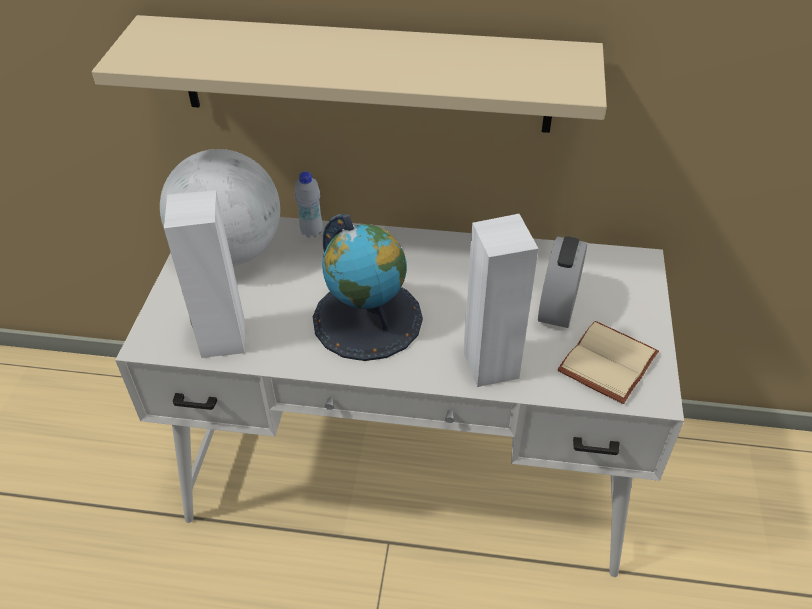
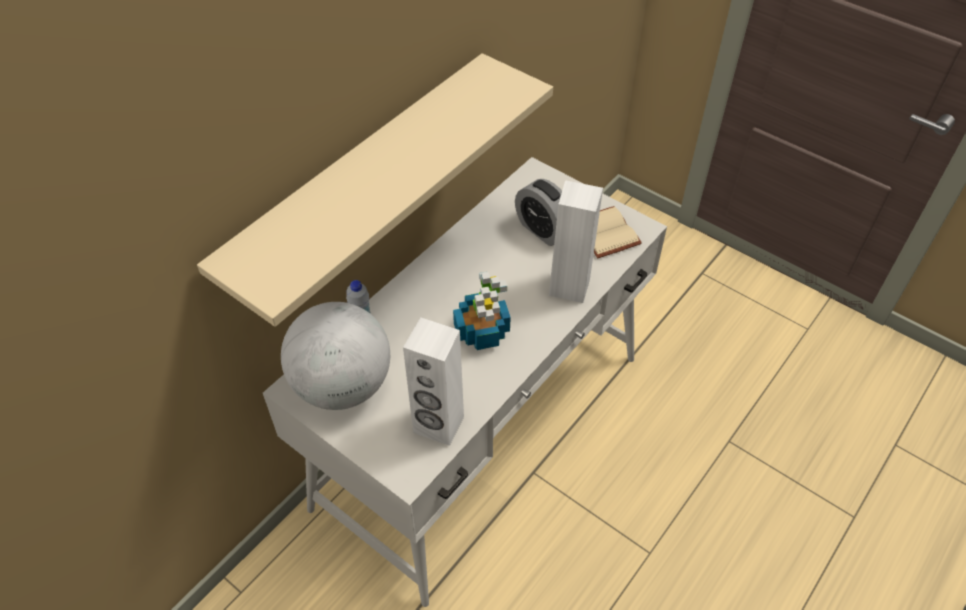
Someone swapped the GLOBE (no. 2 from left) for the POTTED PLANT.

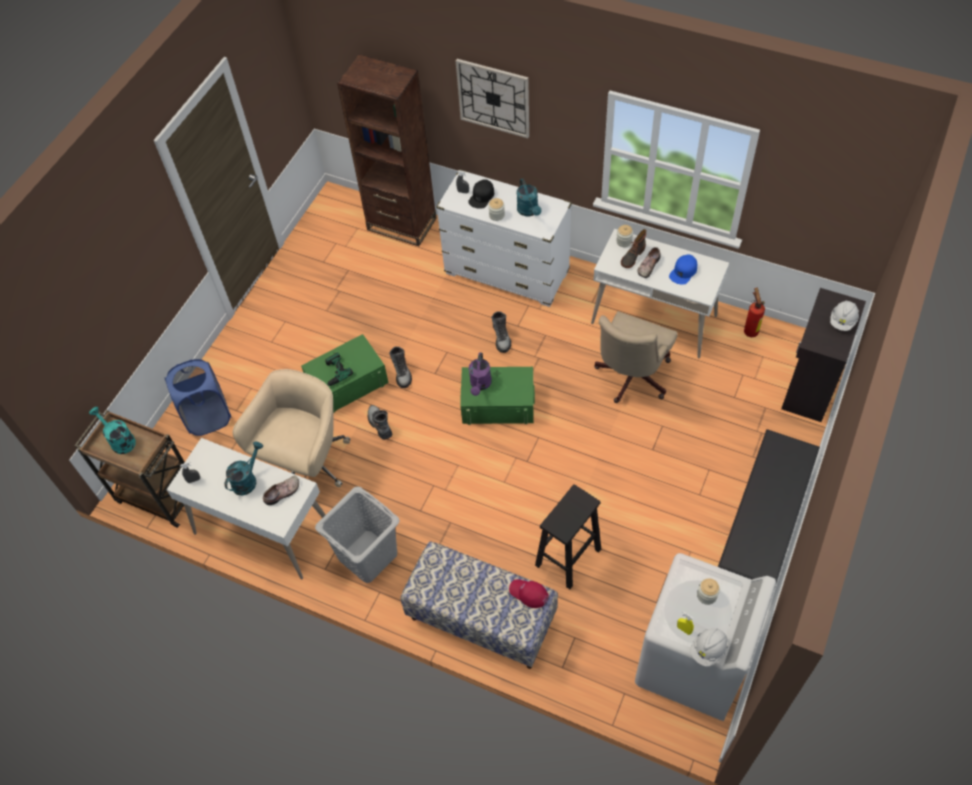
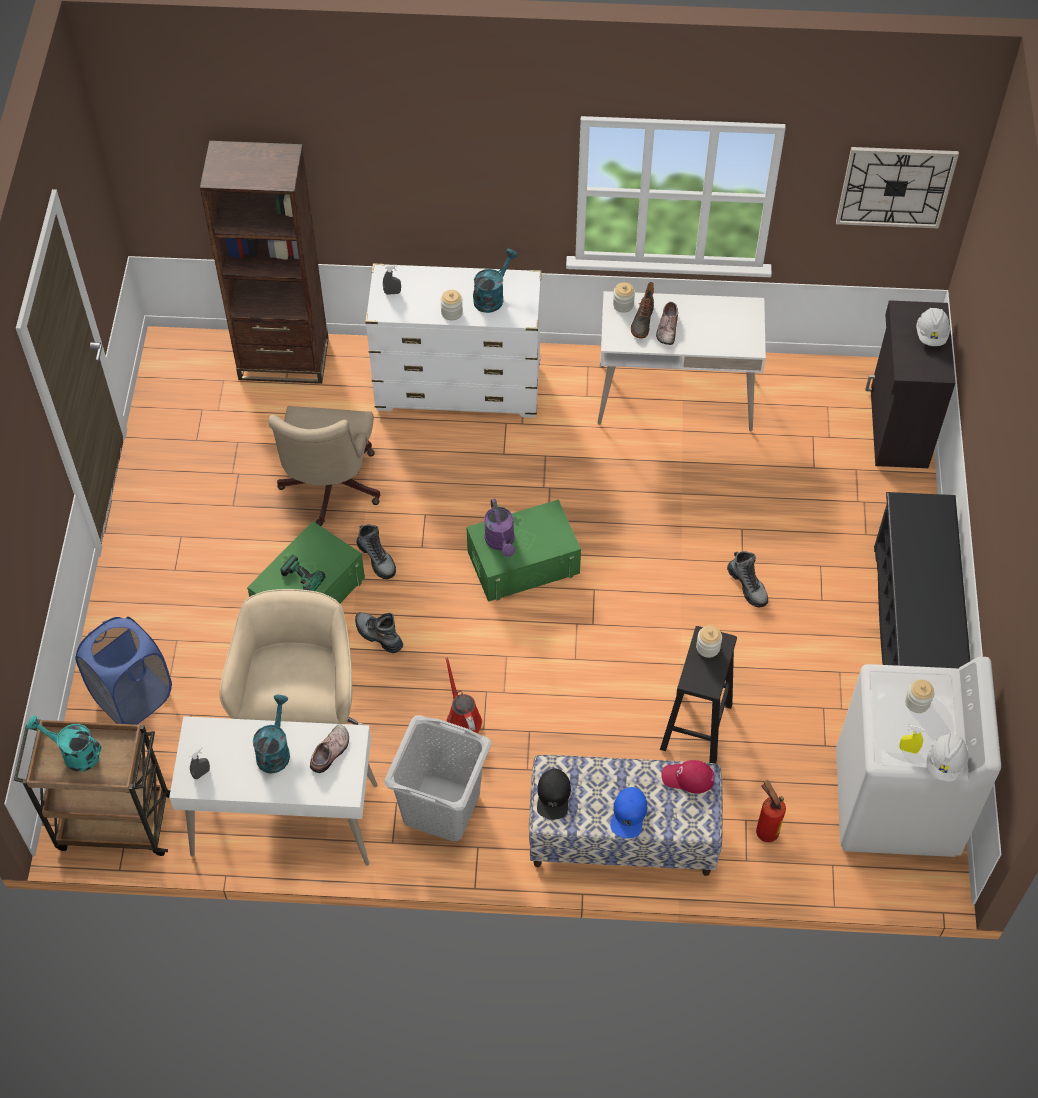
Someone carried the HANGING CLOCK. Someone carried the BLACKISH PEAKED CAP. Someone rotated the TURQUOISE-COLOURED WATERING CAN (no. 3 from left) by 105 degrees counterclockwise. Someone carried the BLUISH PEAKED CAP. Someone carried the FIRE-FIGHTING CYLINDER. Someone carried the BOOT (no. 3 from left in the first image). Someone carried the SAND-COLOURED OFFICE CHAIR (no. 2 from left). Someone put down the PRESERVE JAR (no. 3 from left). Someone put down the RED WATERING CAN.

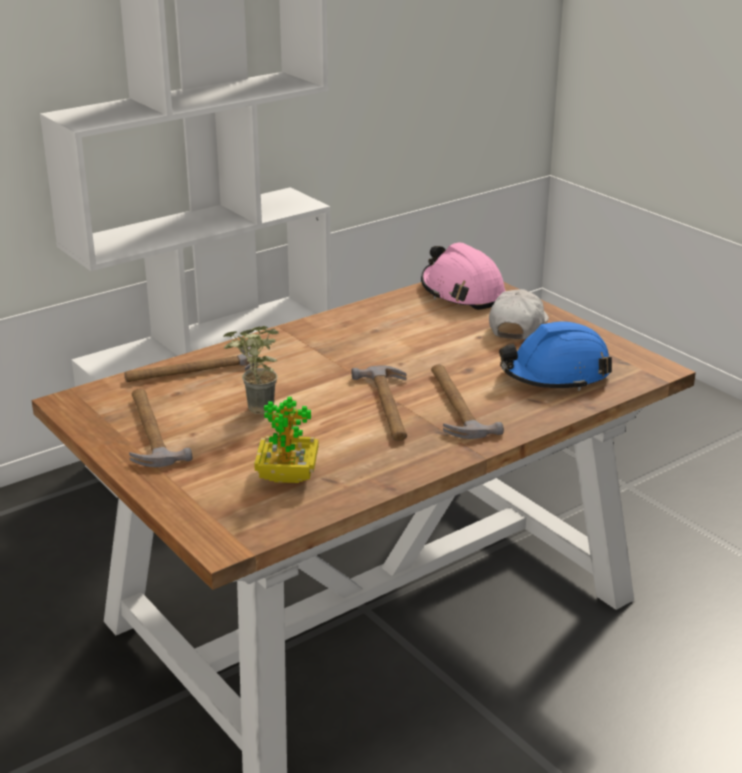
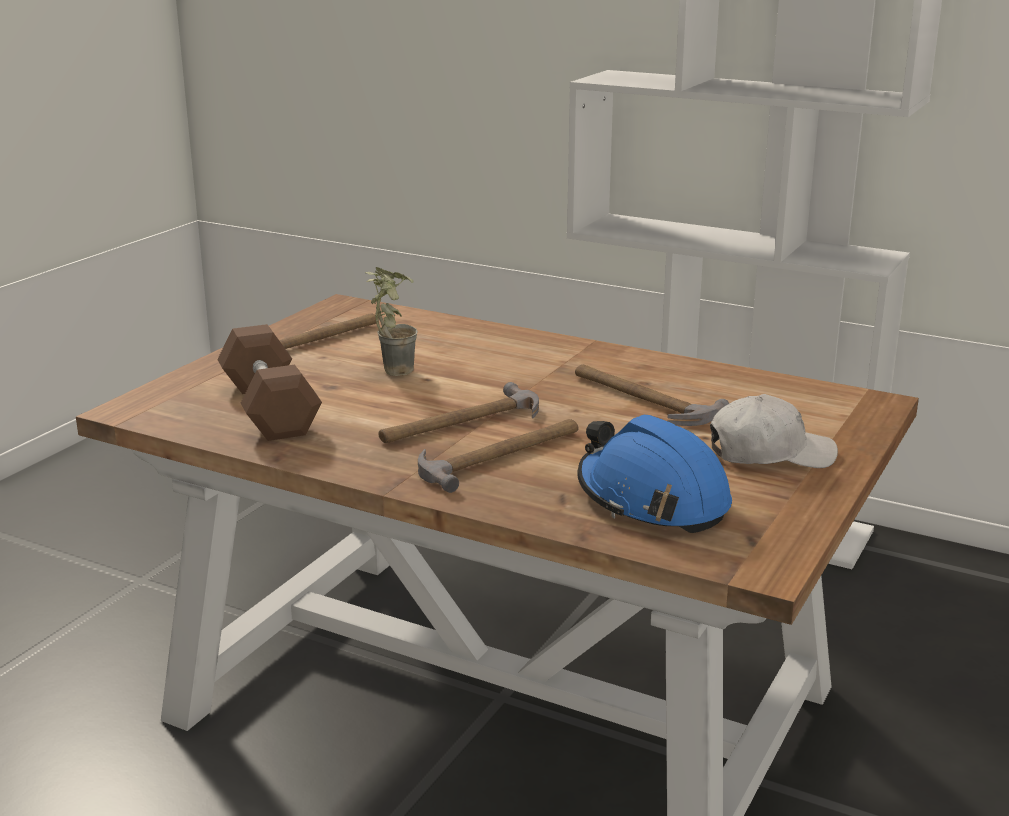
Someone took away the PINK-COLOURED HARD HAT. Someone carried the HAND HAMMER (no. 2 from left in the first image). Someone swapped the POTTED PLANT (no. 2 from left) for the BROWN HAND WEIGHT.

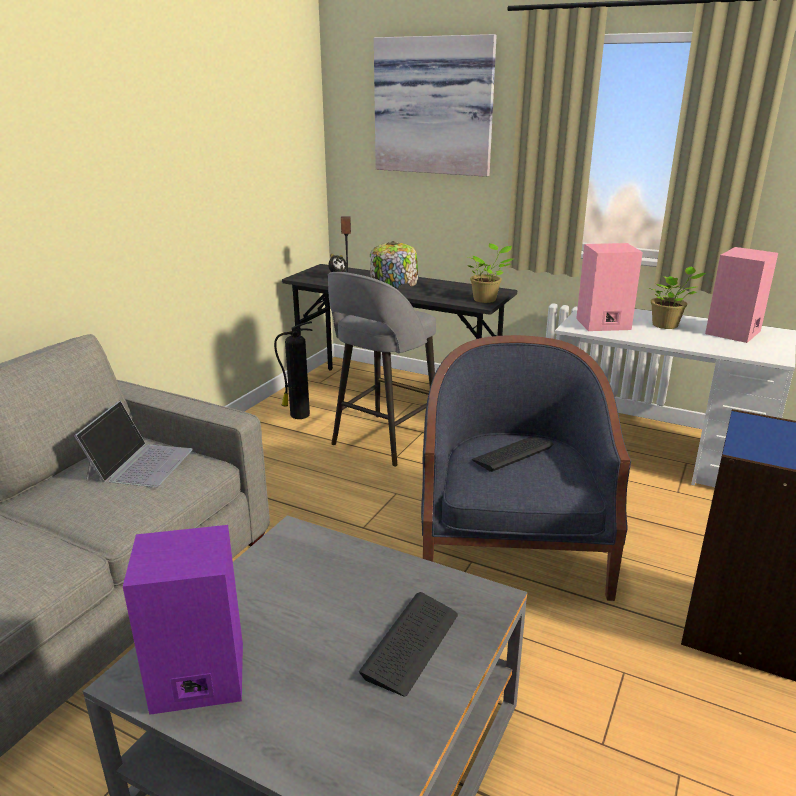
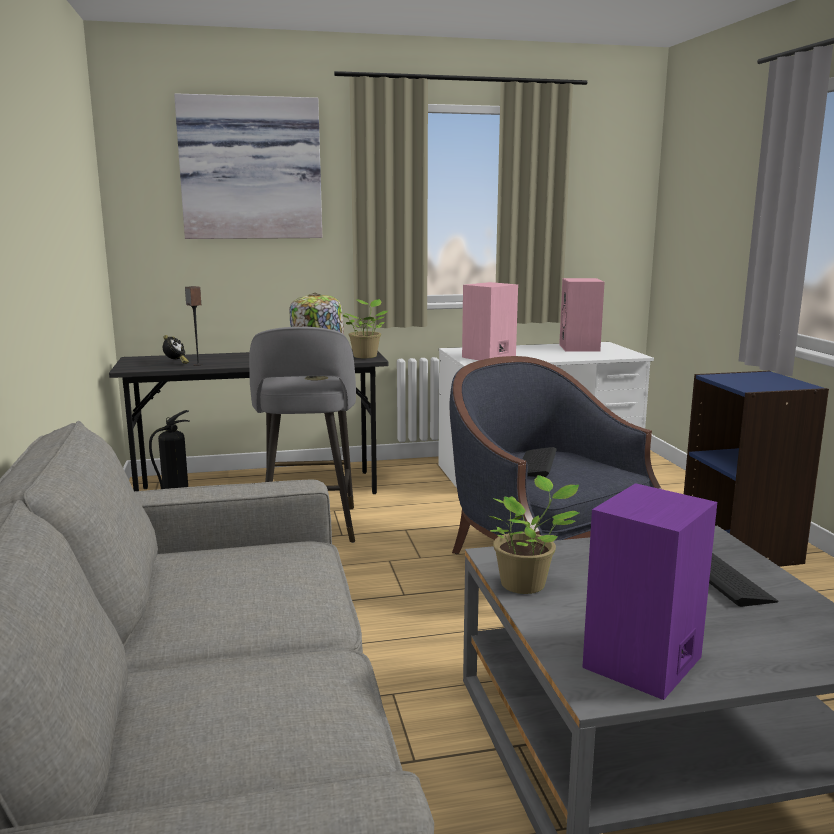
Someone carried the POTTED PLANT (no. 2 from left). Someone took away the LAPTOP.

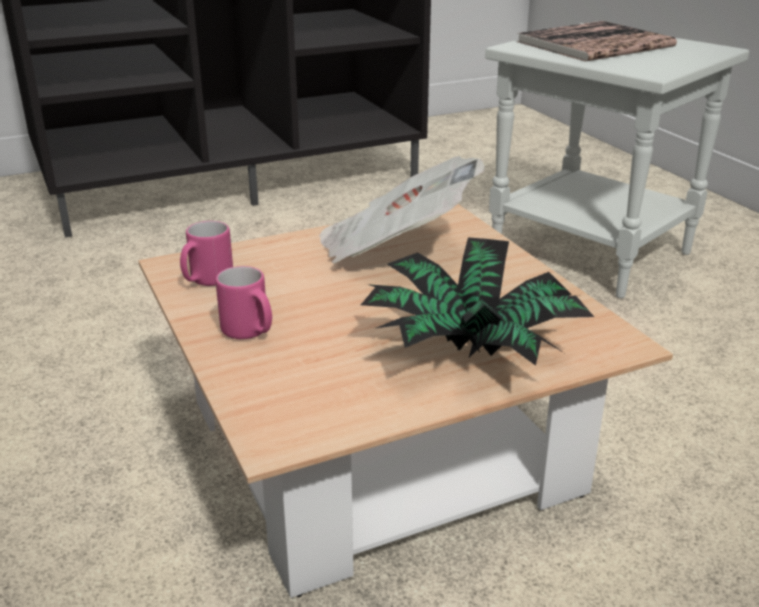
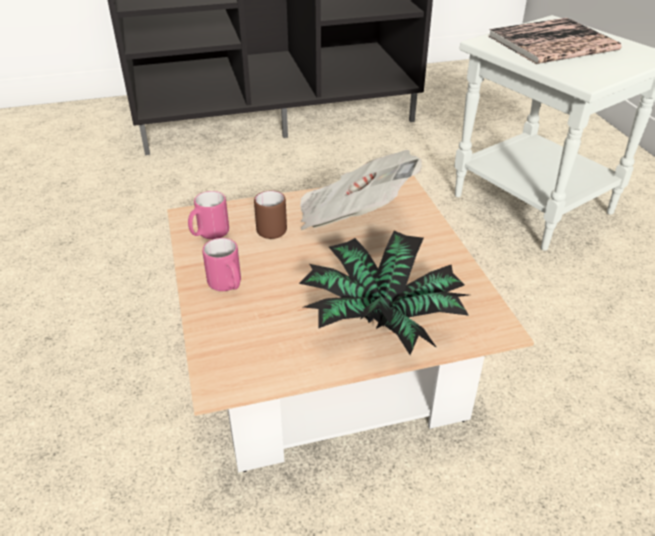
Someone put down the BROWN MUG.

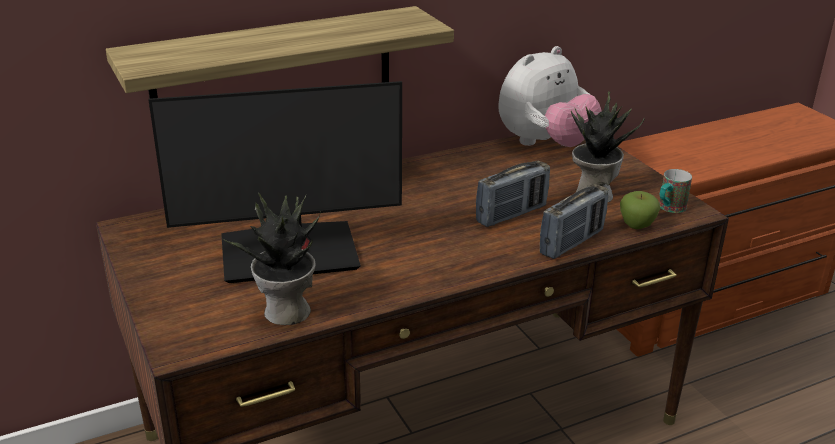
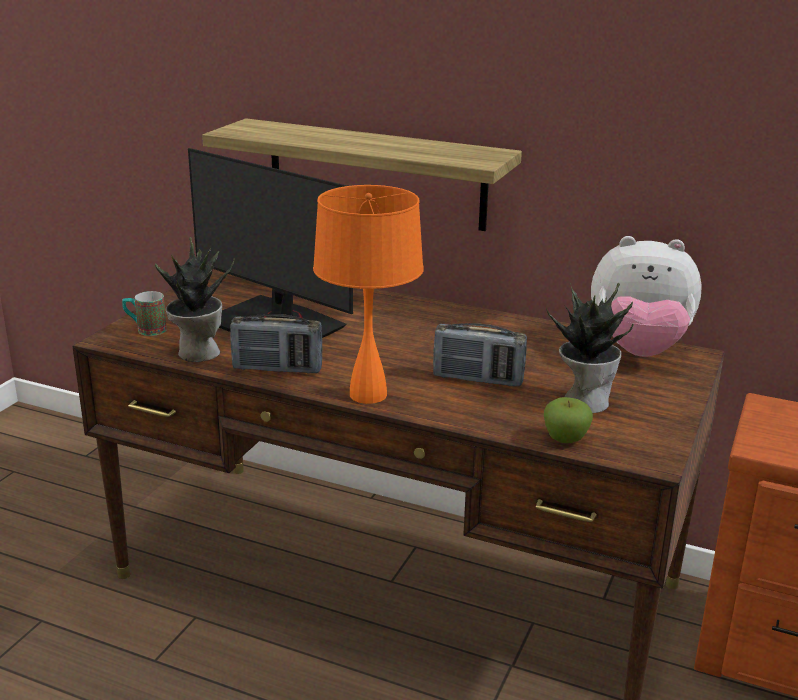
Someone carried the MUG. Someone carried the RADIO RECEIVER (no. 2 from left in the first image). Someone put down the ORANGE TABLETOP LAMP.

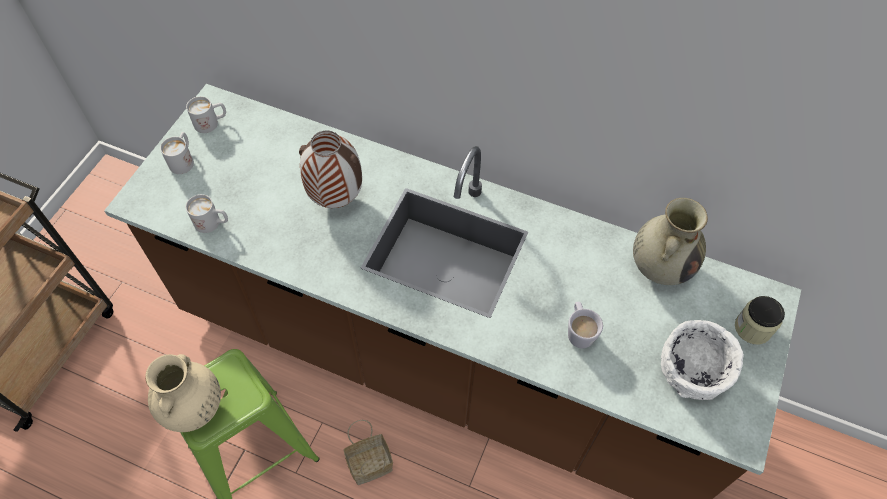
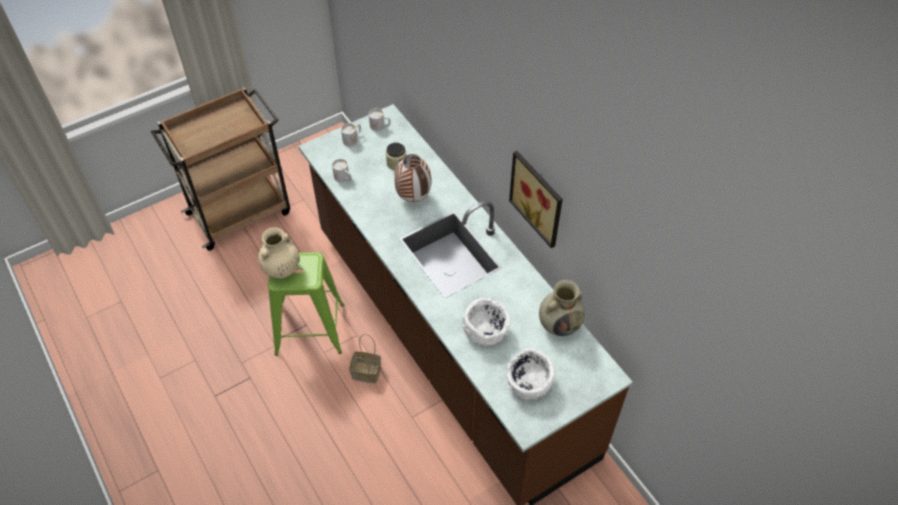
Someone carried the PRESERVE JAR. Someone swapped the WHITE-COLOURED MUG (no. 4 from left) for the WHITE-COLOURED SERVING BOWL (no. 1 from left). Someone put up the WALL PICTURE.

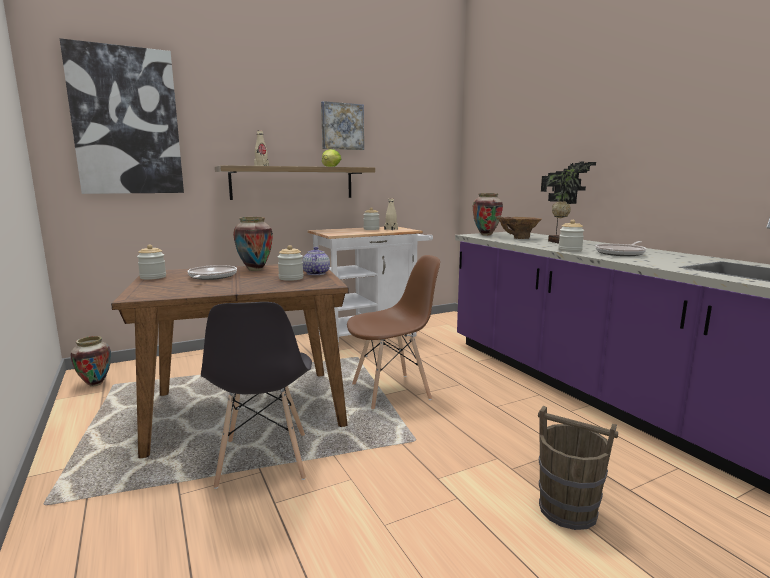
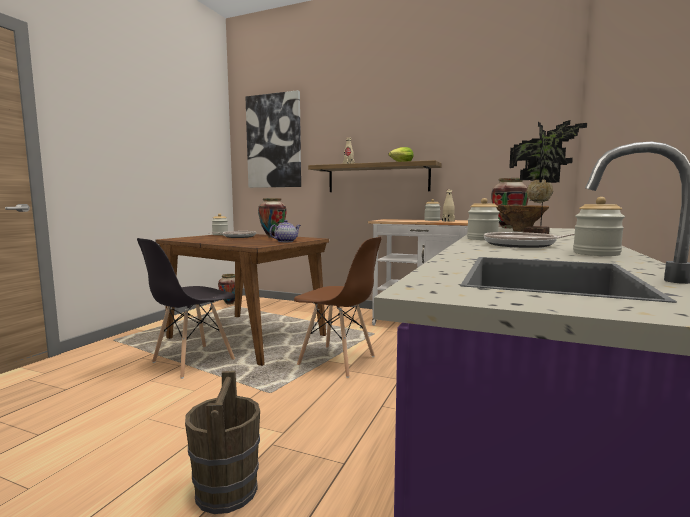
Someone took away the WALL PICTURE (no. 2 from left). Someone carried the PRESERVE JAR (no. 2 from left in the first image).

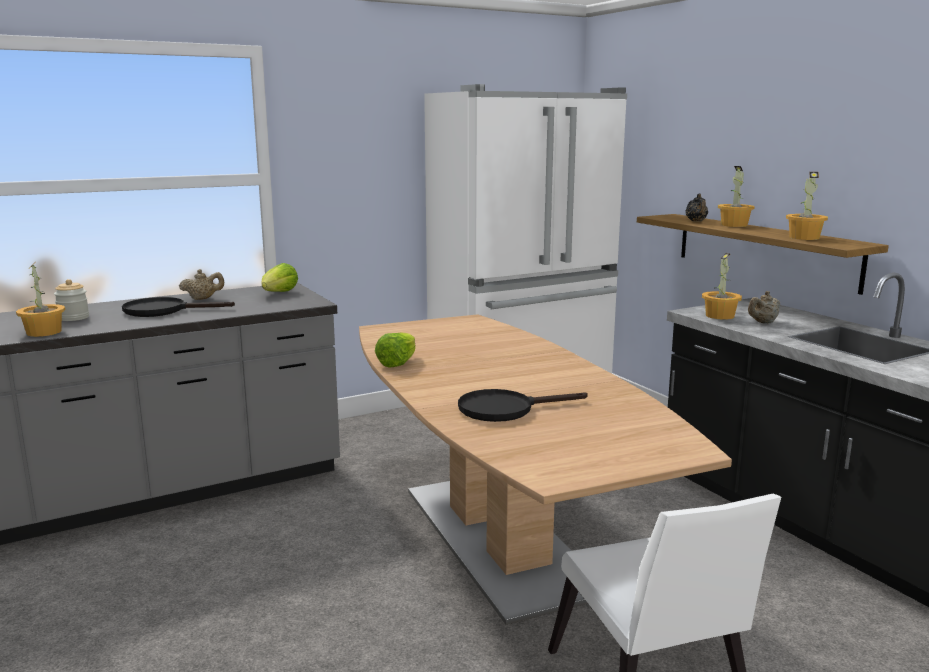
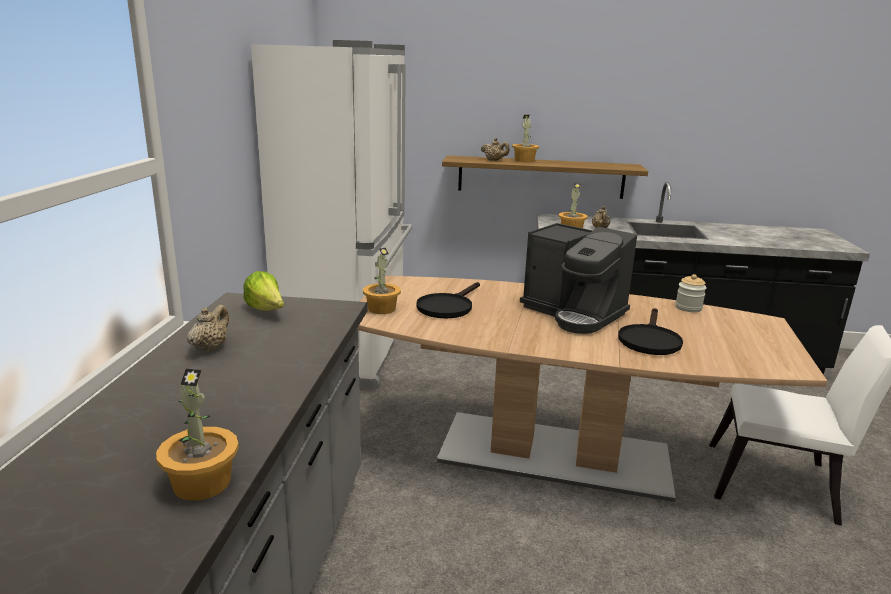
Someone carried the POTTED PLANT (no. 4 from left in the first image). Someone repainted the BLACKISH POT FOR TEA, which became the SAND-COLOURED POT FOR TEA (no. 2 from left). Someone carried the PRESERVE JAR. Someone carried the BLACKISH PAN (no. 1 from left). Someone took away the LETTUCE (no. 2 from left). Someone put down the COFFEE MACHINE.

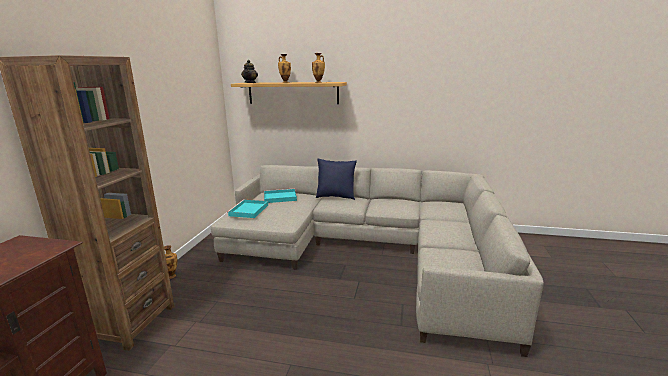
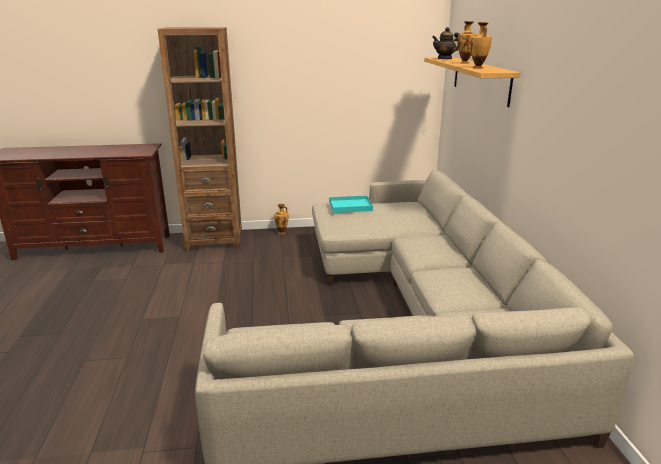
Someone took away the BLUISH THROW PILLOW. Someone took away the TURQUOISE-COLOURED TRAY (no. 2 from left).

